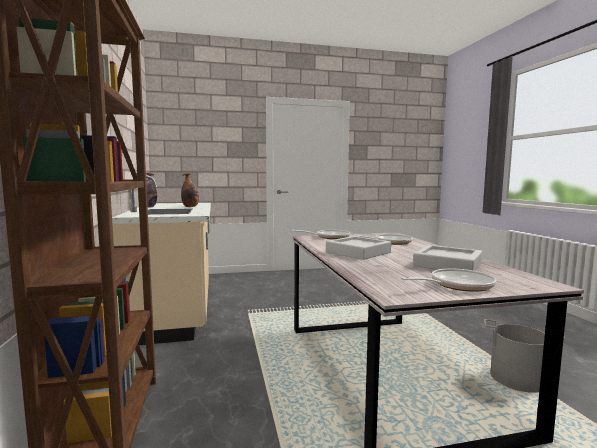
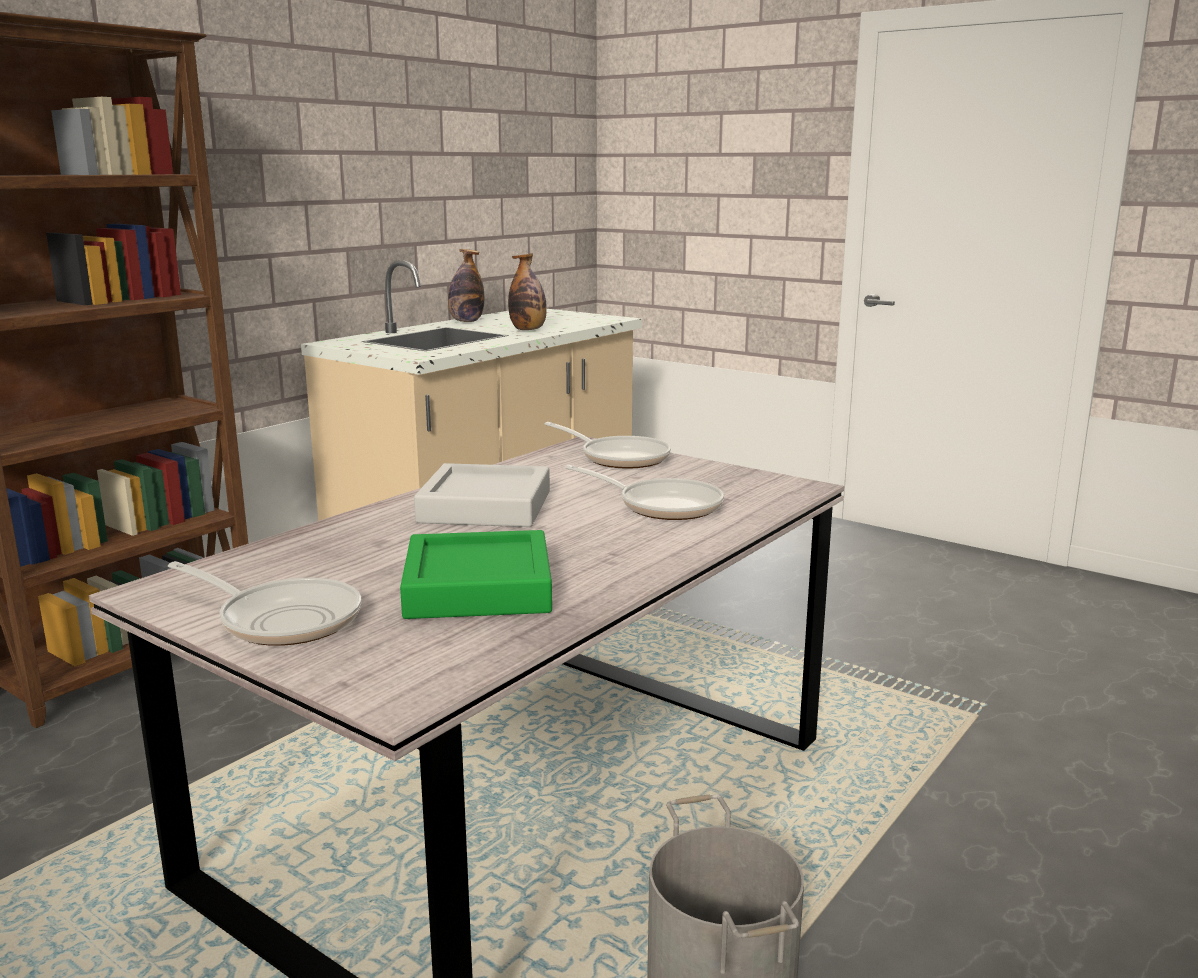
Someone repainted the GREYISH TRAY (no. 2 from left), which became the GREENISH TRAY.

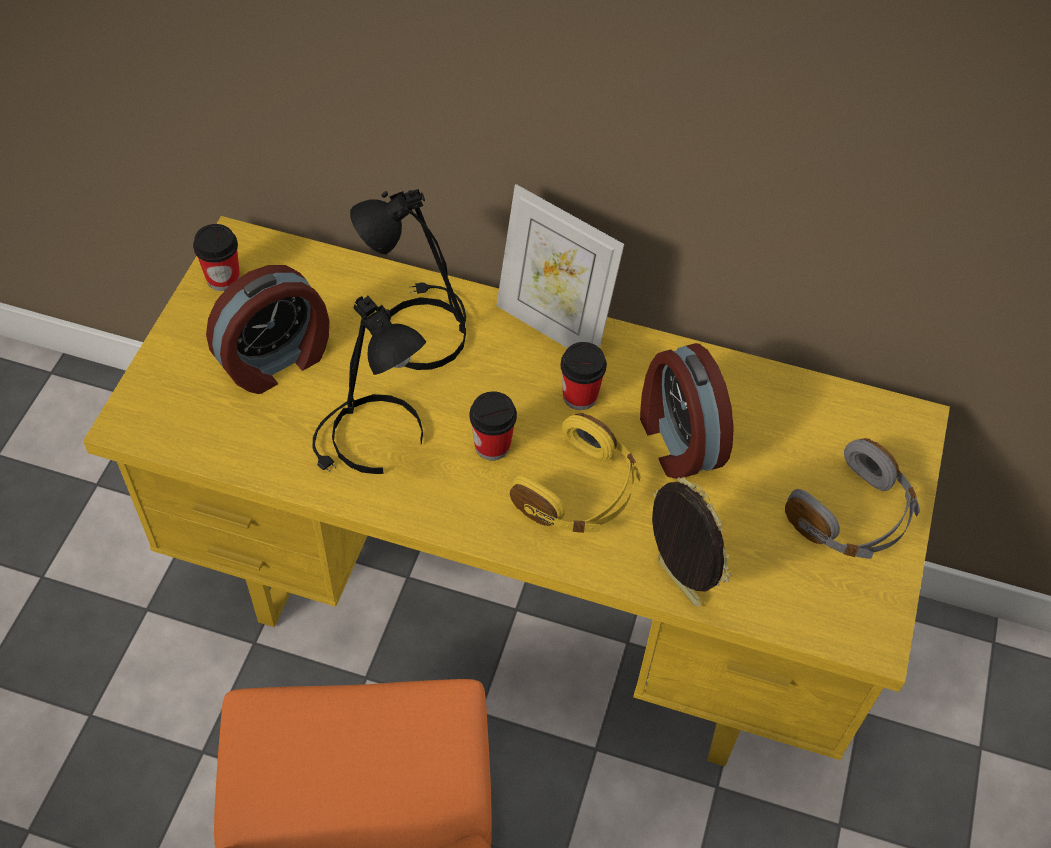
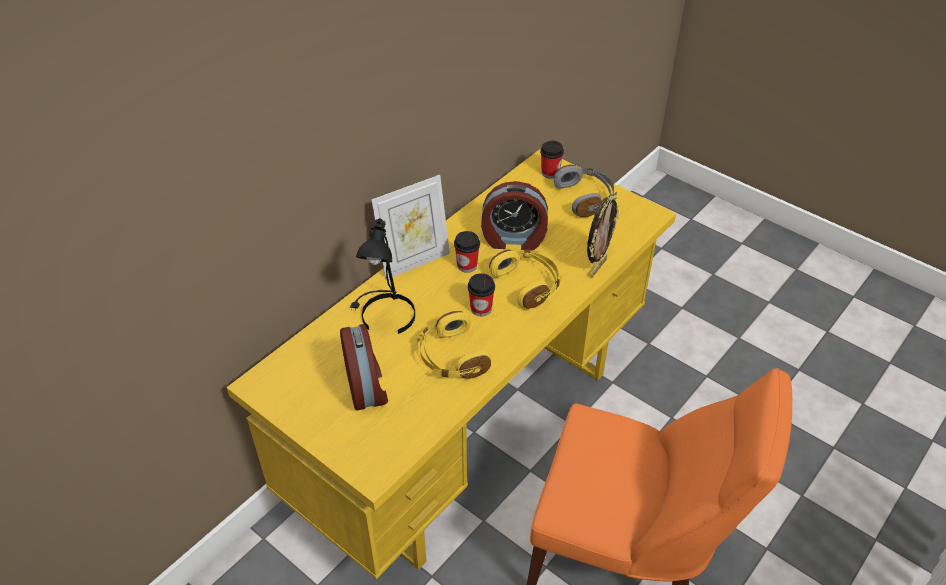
Someone carried the CUP (no. 1 from left in the first image). Someone swapped the BLACKISH TABLETOP LAMP (no. 1 from left) for the YELLOWISH HEADSET (no. 1 from left). Someone rotated the PHOTO FRAME (no. 2 from left) by 135 degrees clockwise.

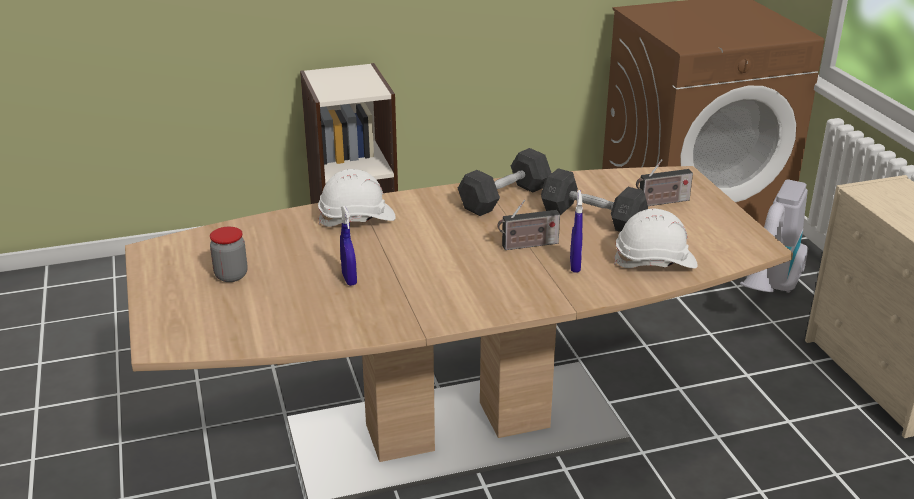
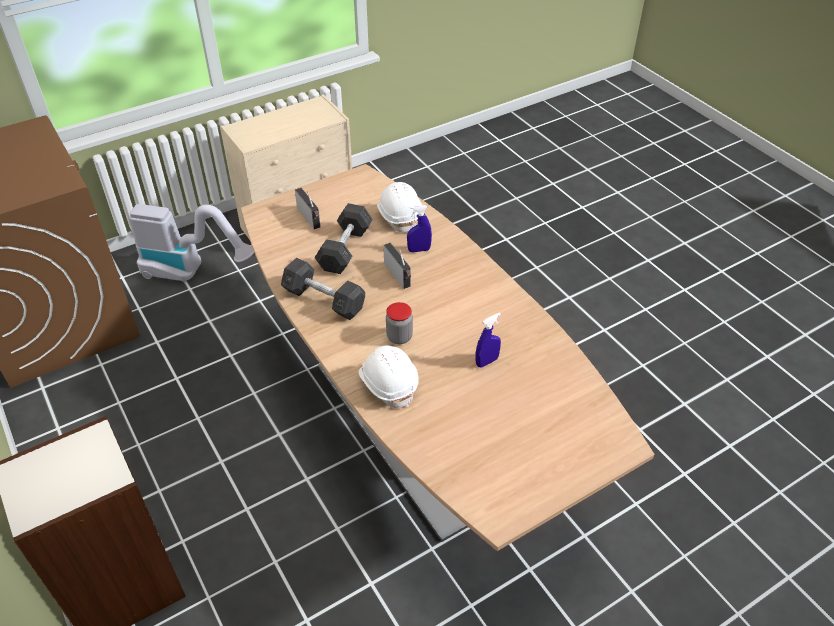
Someone carried the PRESERVE JAR.

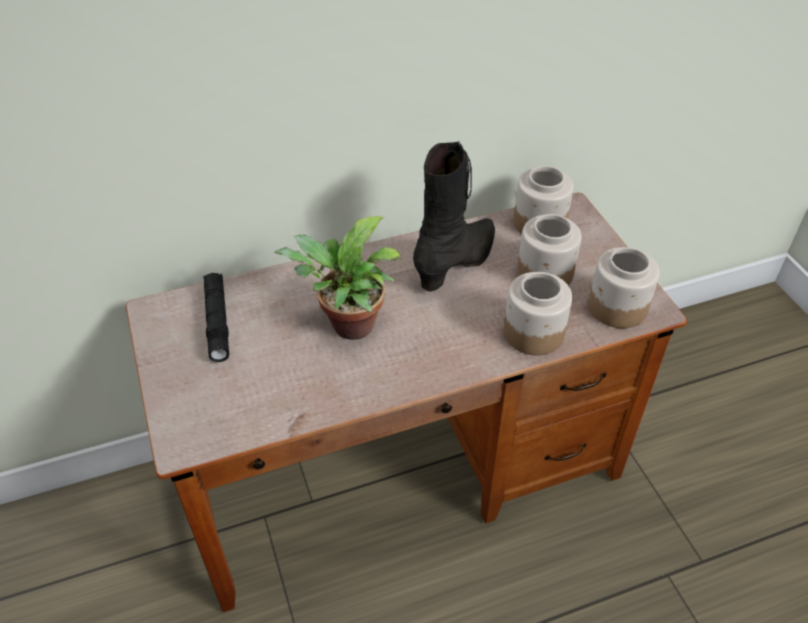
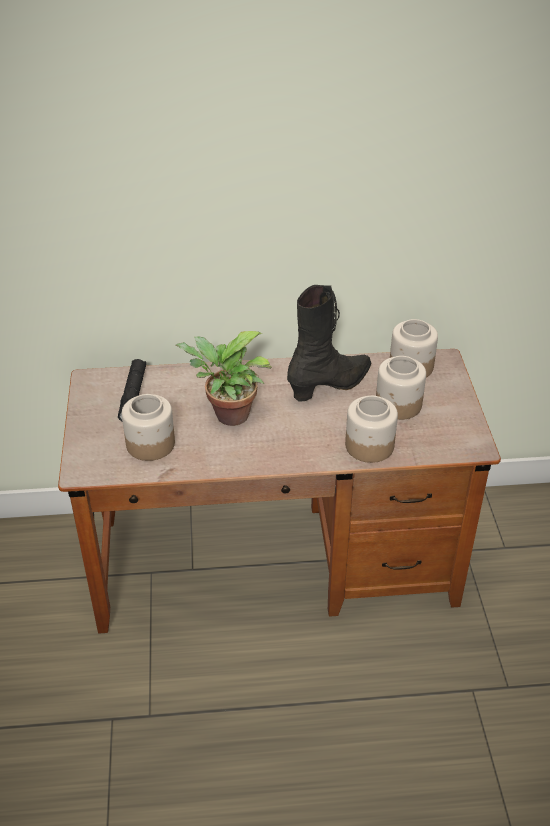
Someone carried the PRESERVE JAR (no. 4 from left in the first image).

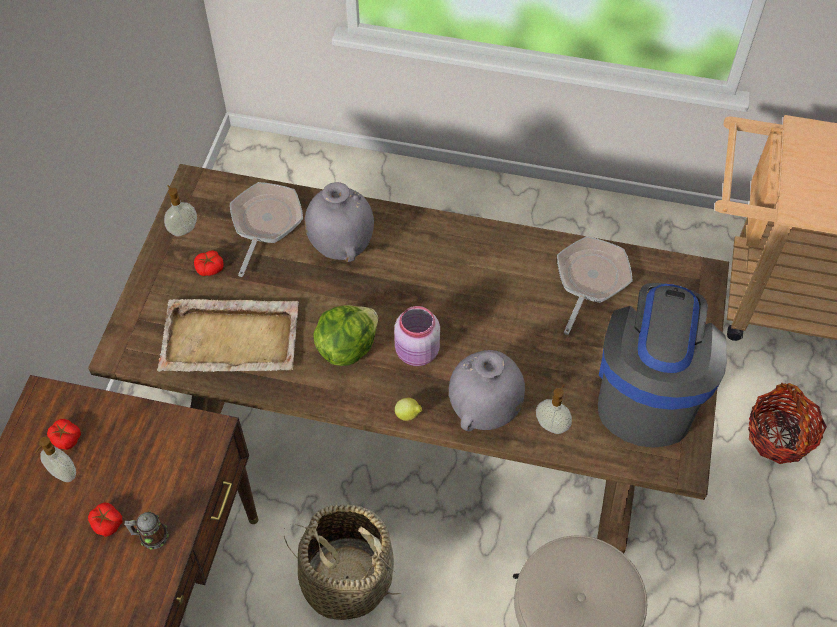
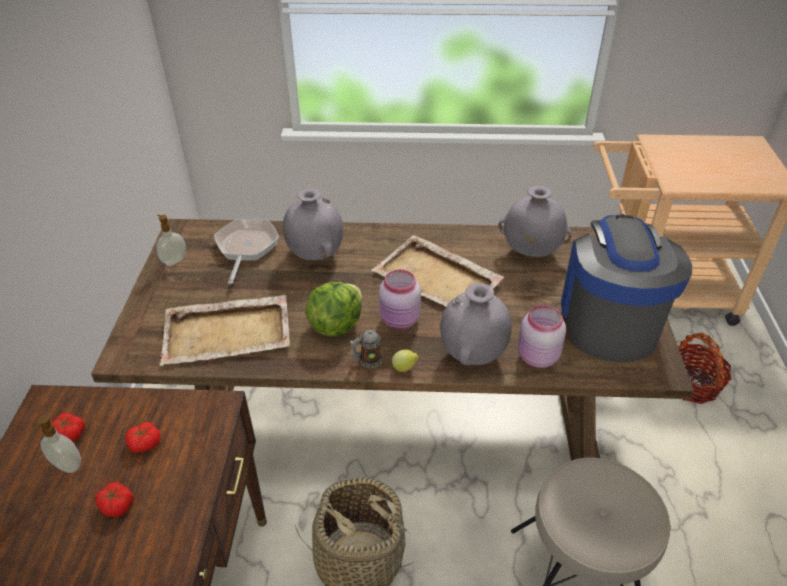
Someone swapped the PAN (no. 2 from left) for the GREYISH VASE (no. 3 from left). Someone carried the TOMATO (no. 3 from left). Someone swapped the SOAP DISPENSER (no. 3 from left) for the PINK-COLOURED PRESERVE JAR (no. 2 from left). Someone carried the MUG. Someone put down the SAND-COLOURED TRAY (no. 2 from left).

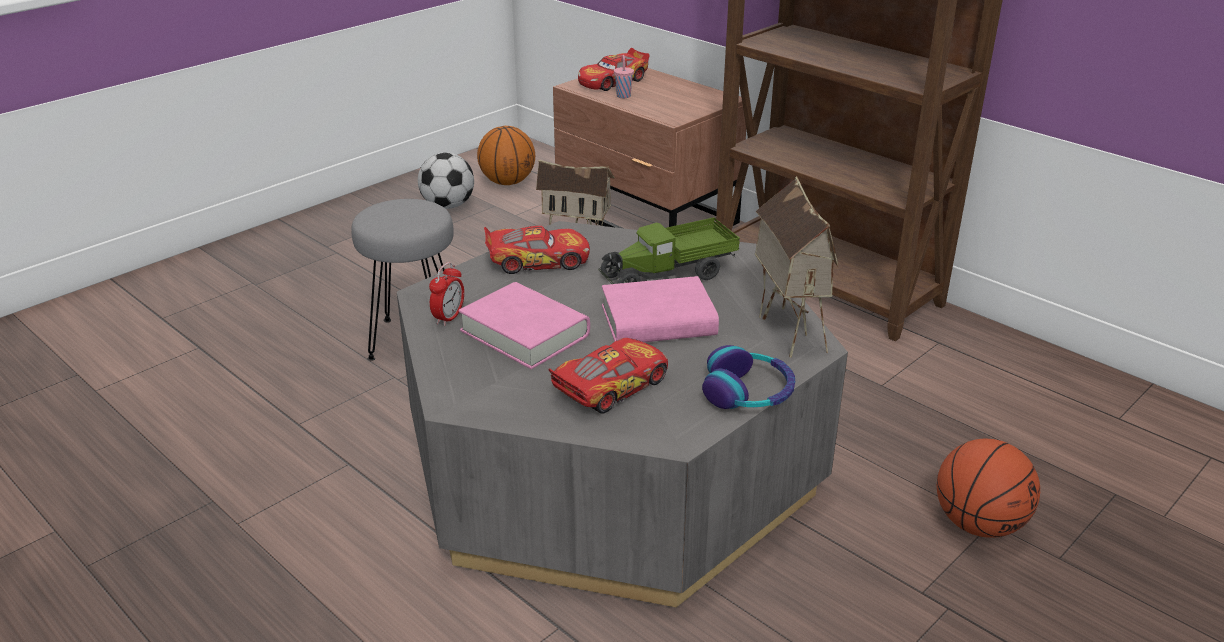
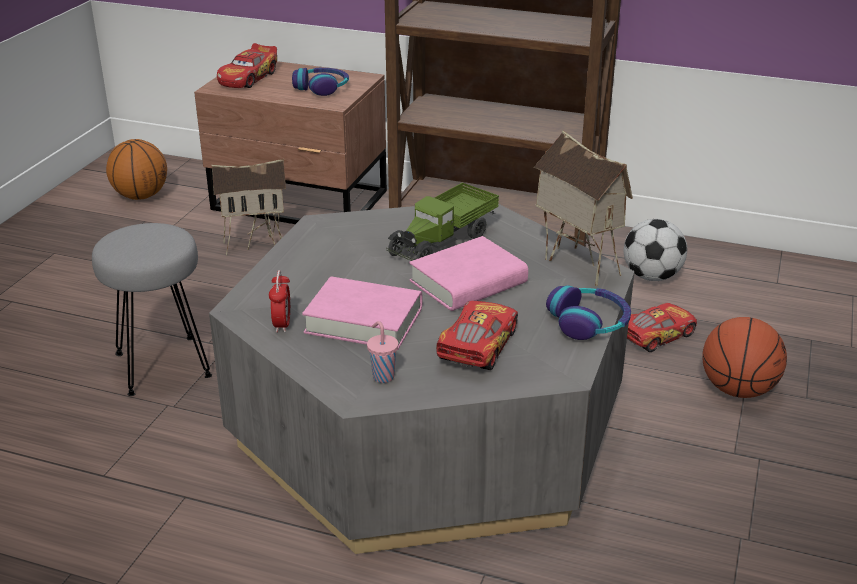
Someone carried the PINK-COLOURED CUP. Someone carried the BALL FOR FOOTBALL. Someone carried the TOY CAR (no. 1 from left in the first image). Someone put down the HEADSET (no. 1 from left).

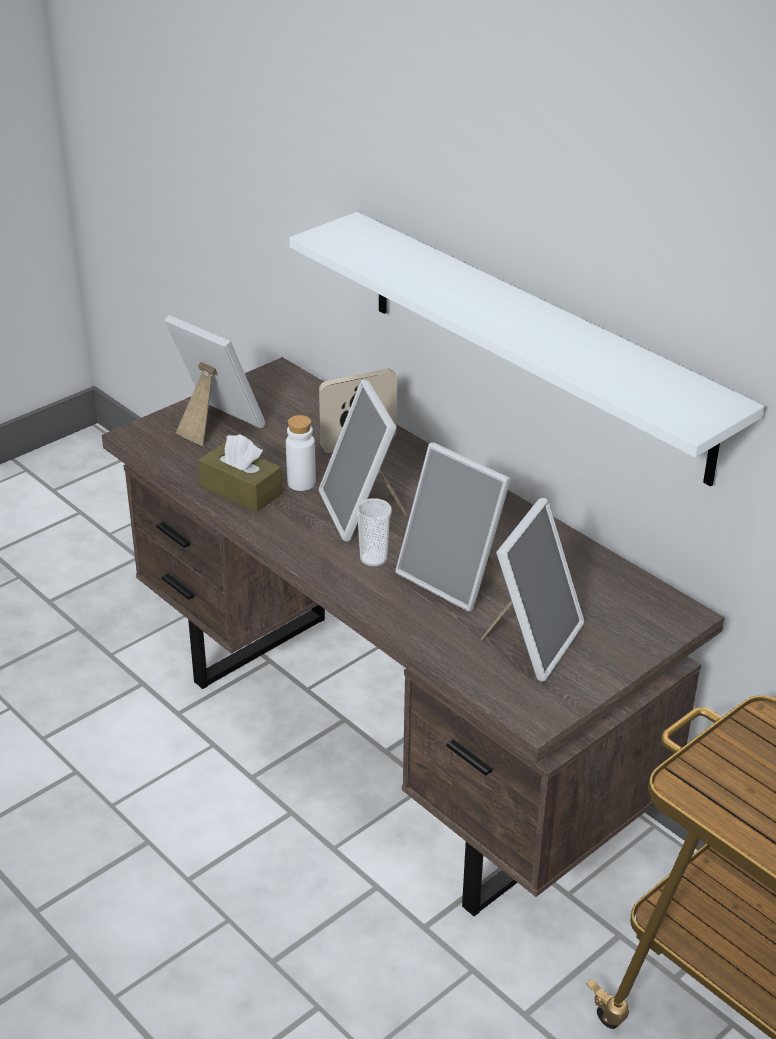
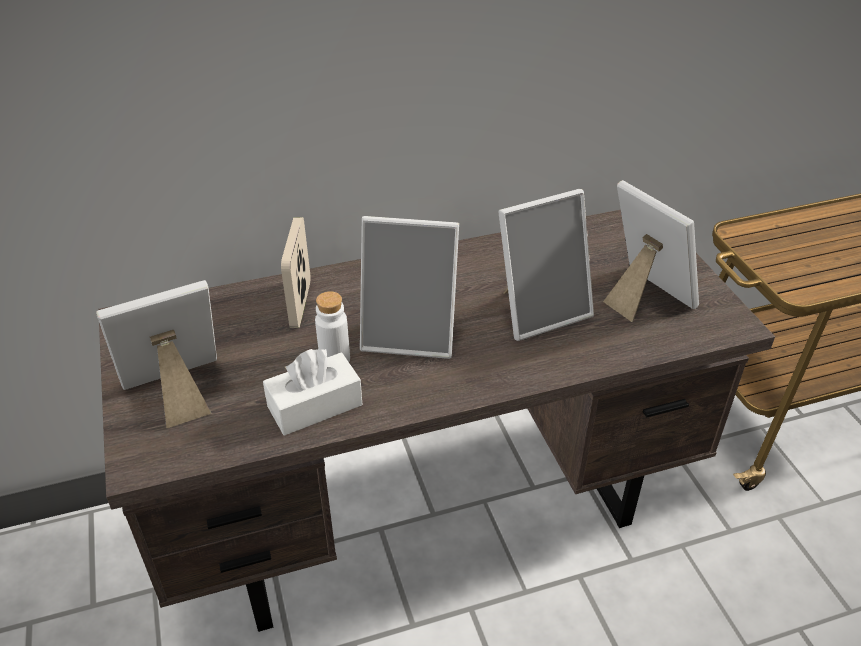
Someone took away the WHITE-COLOURED BRACKET SHELF. Someone repainted the BROWN TISSUE HOLDER, which became the WHITE-COLOURED TISSUE HOLDER. Someone took away the CUP.

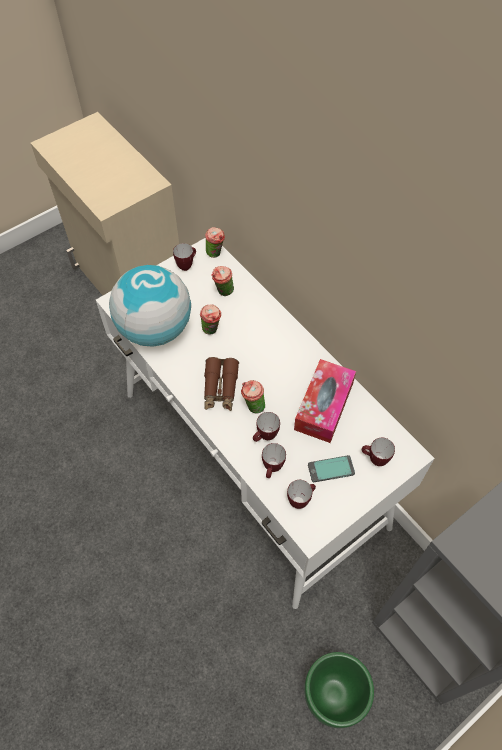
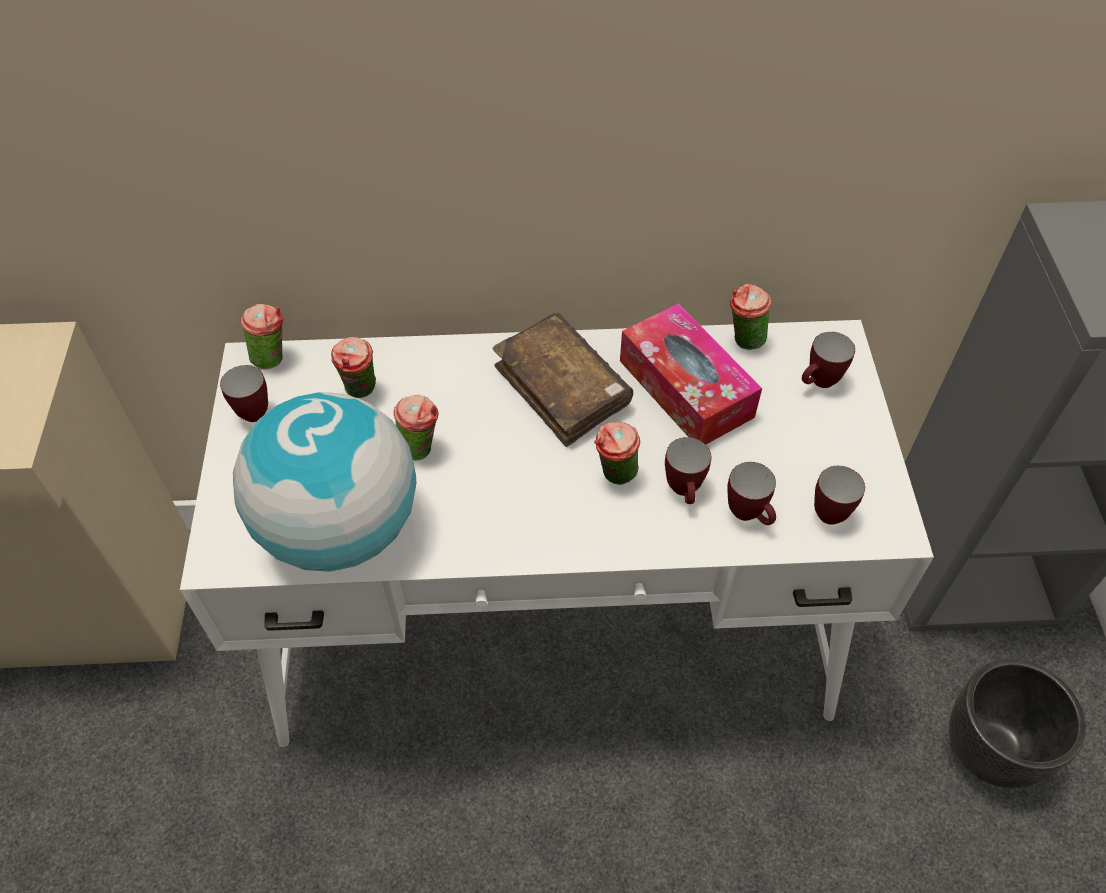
Someone took away the BROWN FIELD GLASSES. Someone took away the TELEPHONE. Someone repainted the GREENISH PLANT POT, which became the BLACKISH PLANT POT. Someone put down the CUP (no. 5 from left). Someone put down the BROWN BOOK.

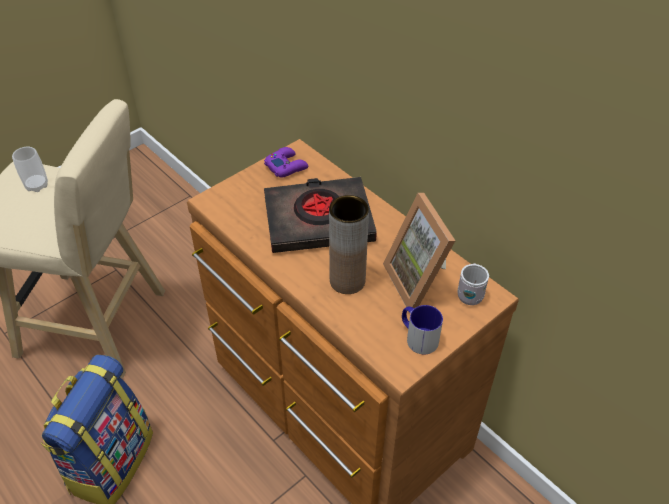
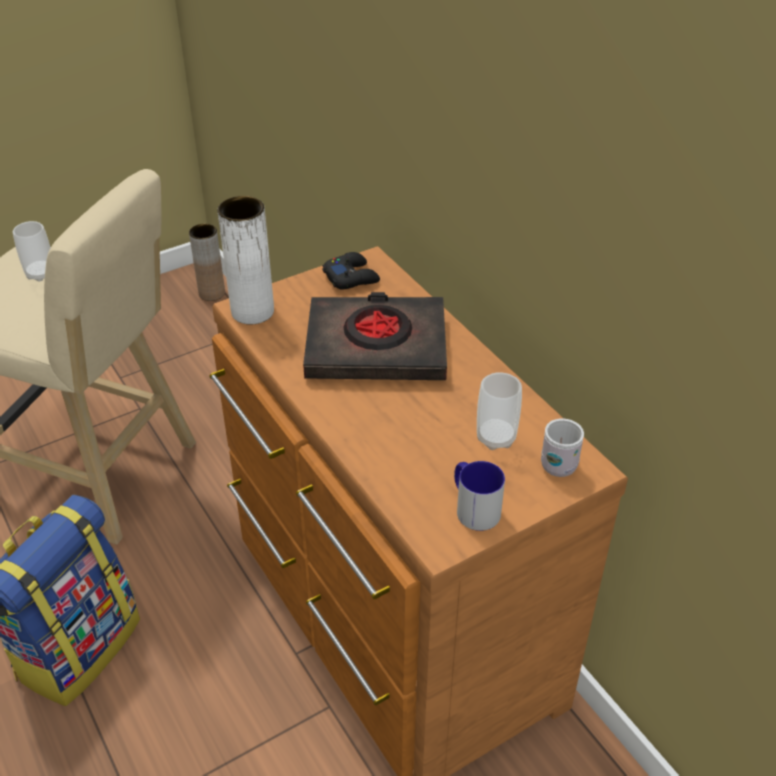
Someone repainted the PURPLISH GAMEPAD, which became the BLACKISH GAMEPAD. Someone swapped the PHOTO FRAME for the CUP (no. 2 from left). Someone carried the BROWN VASE. Someone put down the WHITE-COLOURED VASE.

